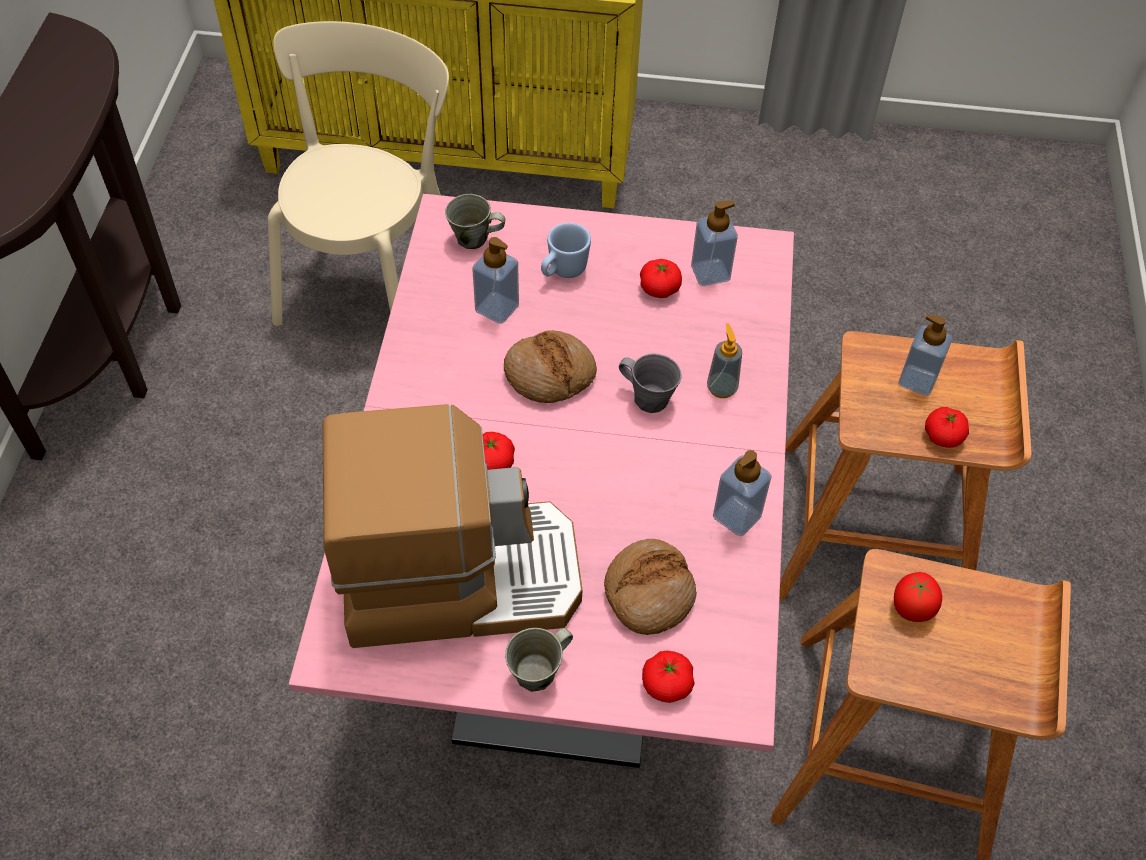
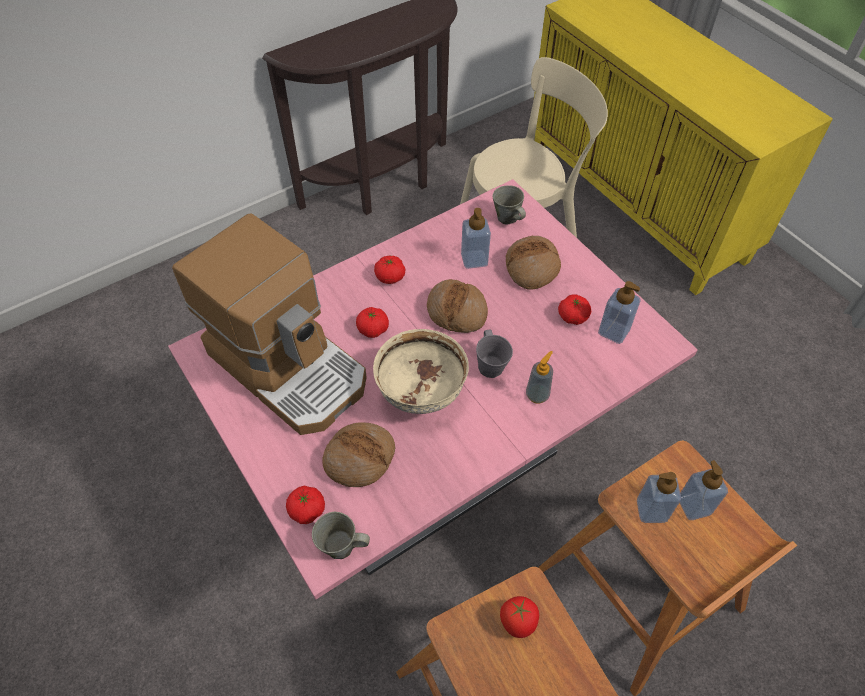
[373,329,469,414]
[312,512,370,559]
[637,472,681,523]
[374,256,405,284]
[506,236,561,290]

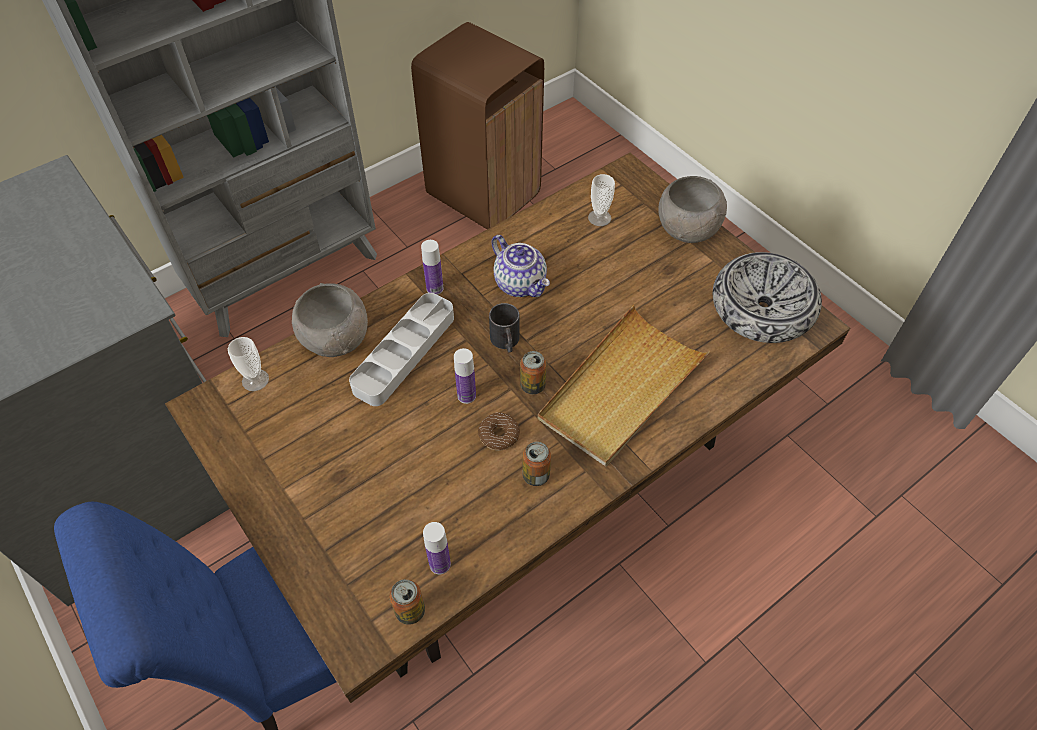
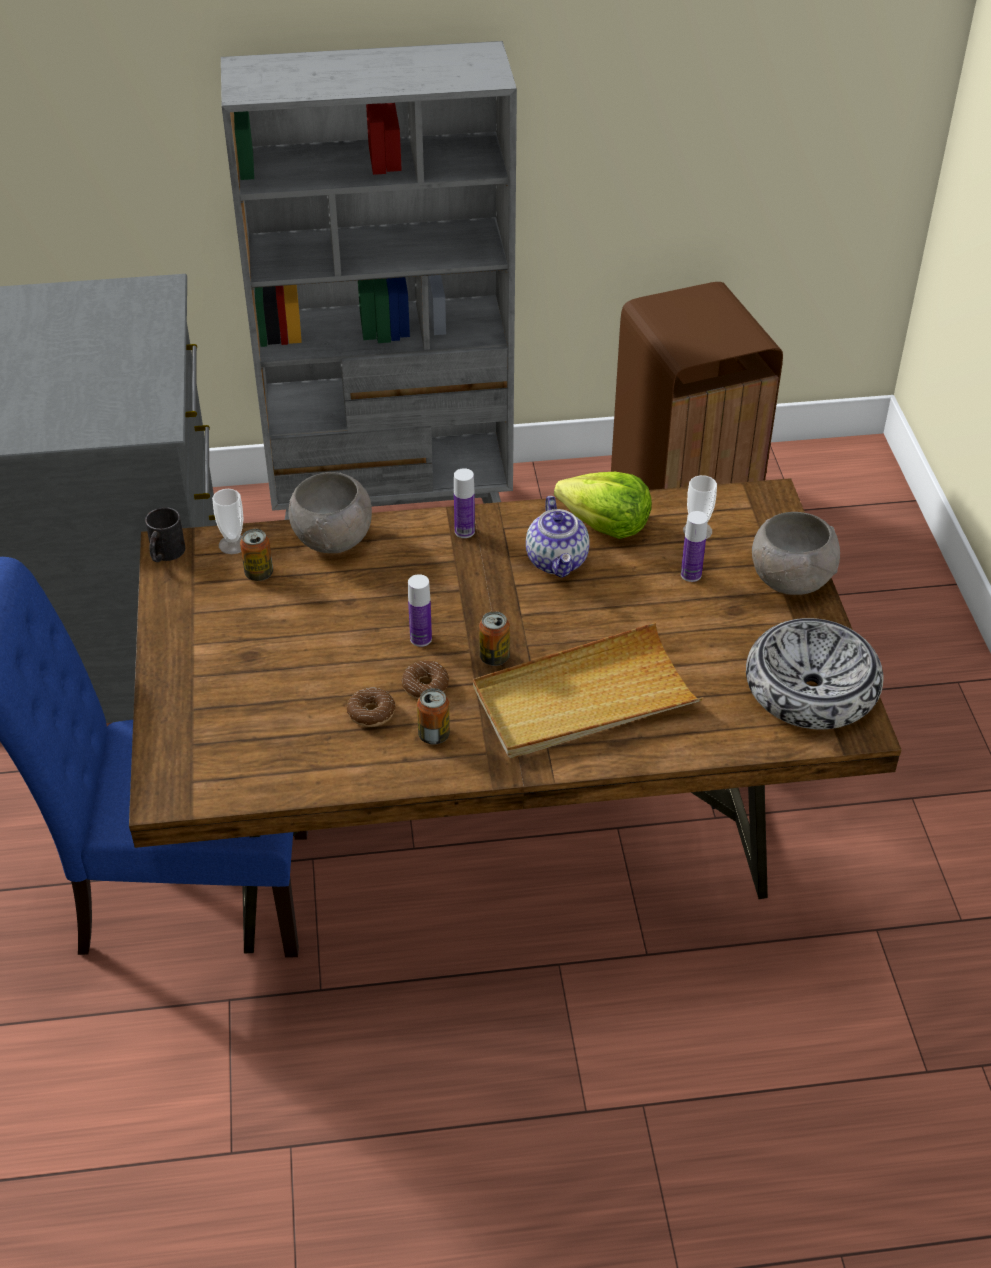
[349,293,454,406] (first image)
[347,687,396,727]
[554,472,652,539]
[240,529,273,581]
[681,511,708,582]
[145,507,185,562]

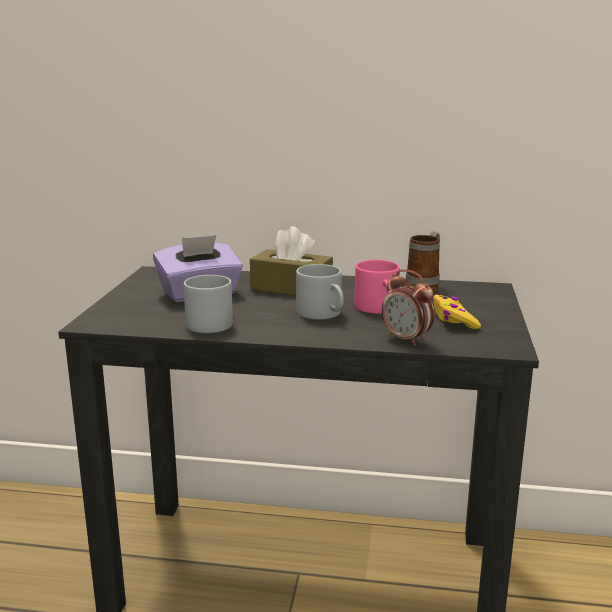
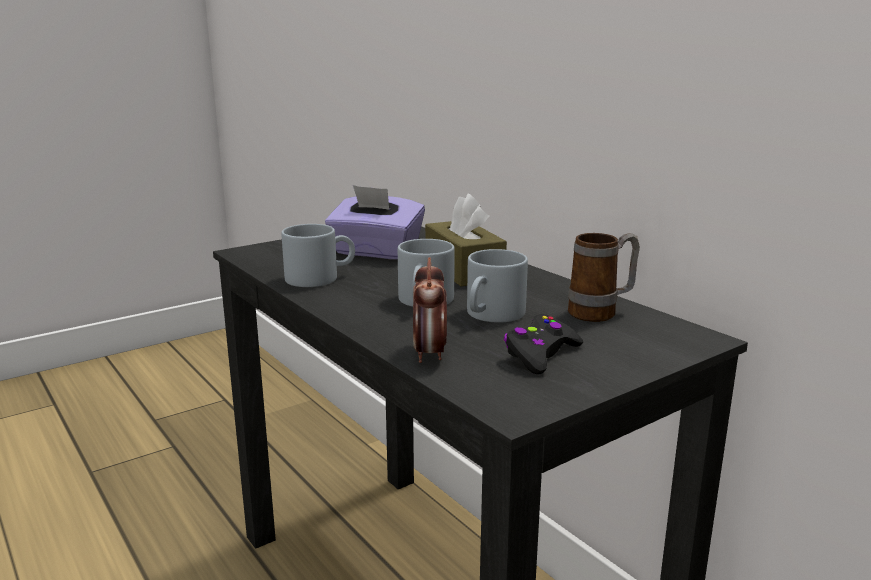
[467,249,528,322]
[504,314,583,374]

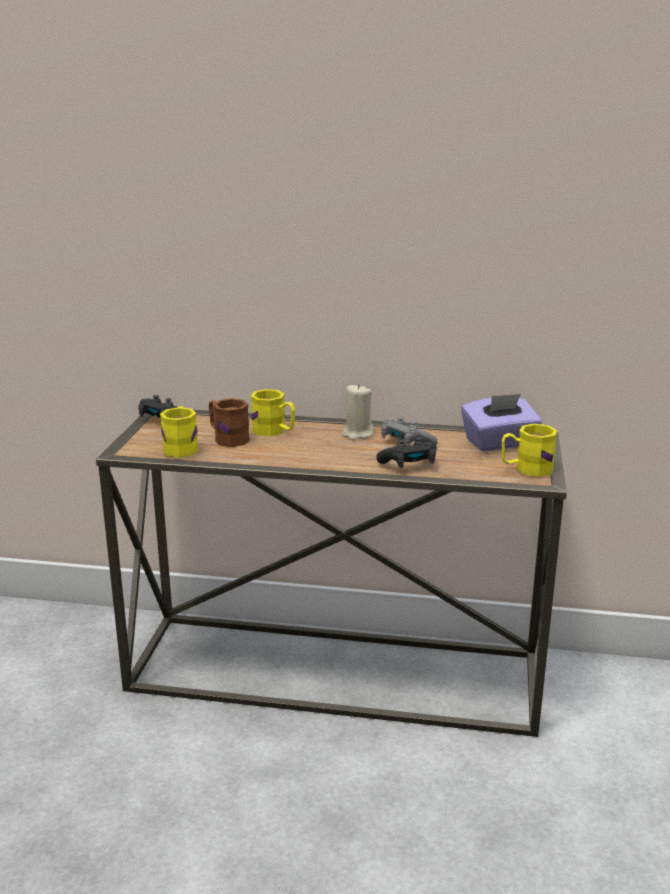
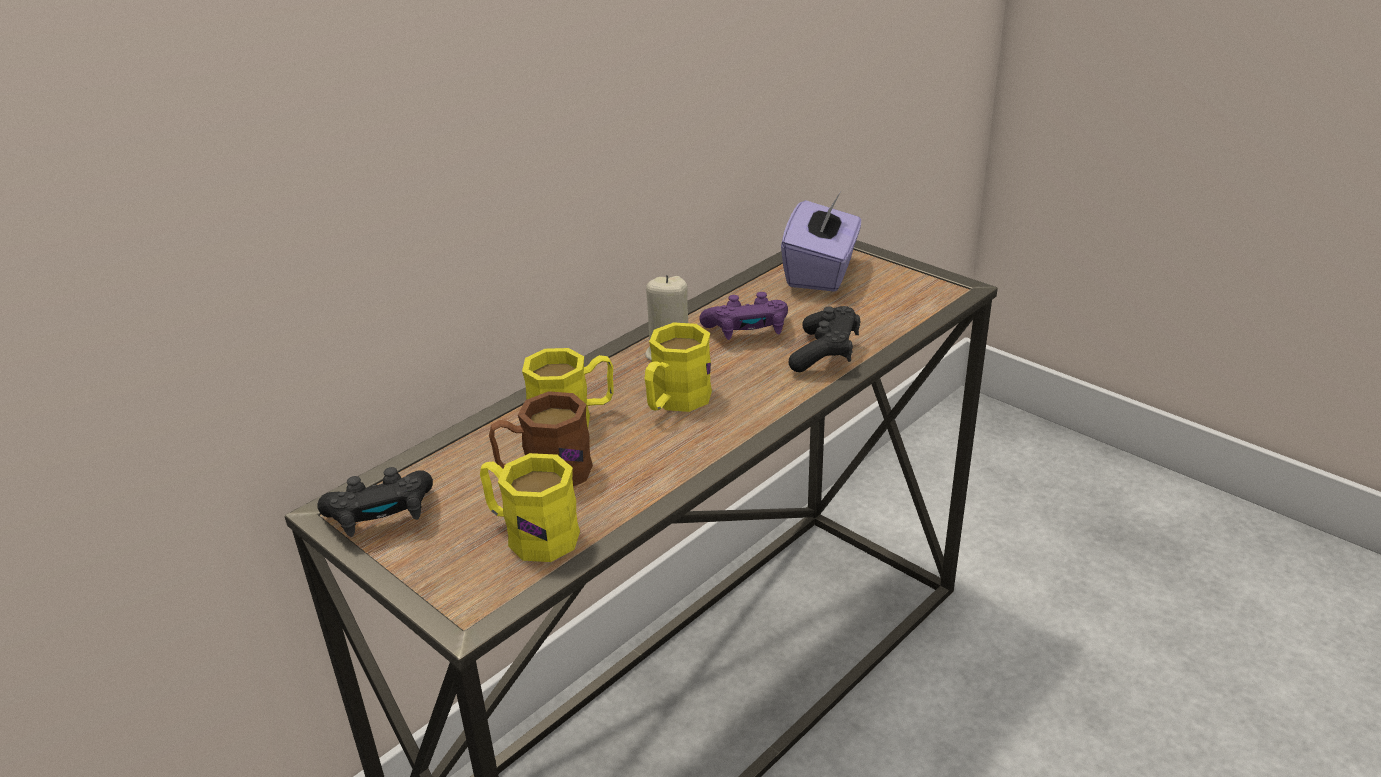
[645,322,712,412]
[699,292,788,340]

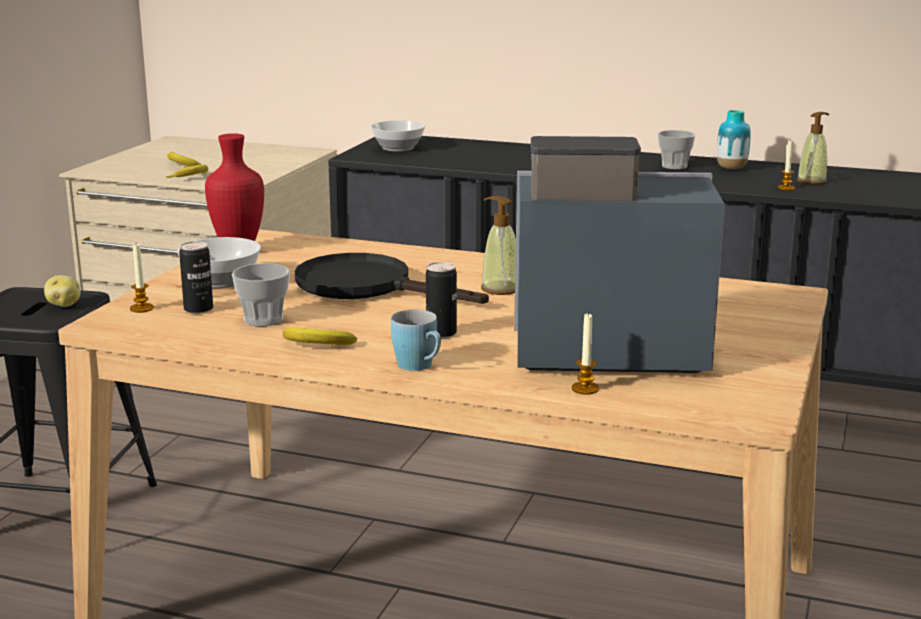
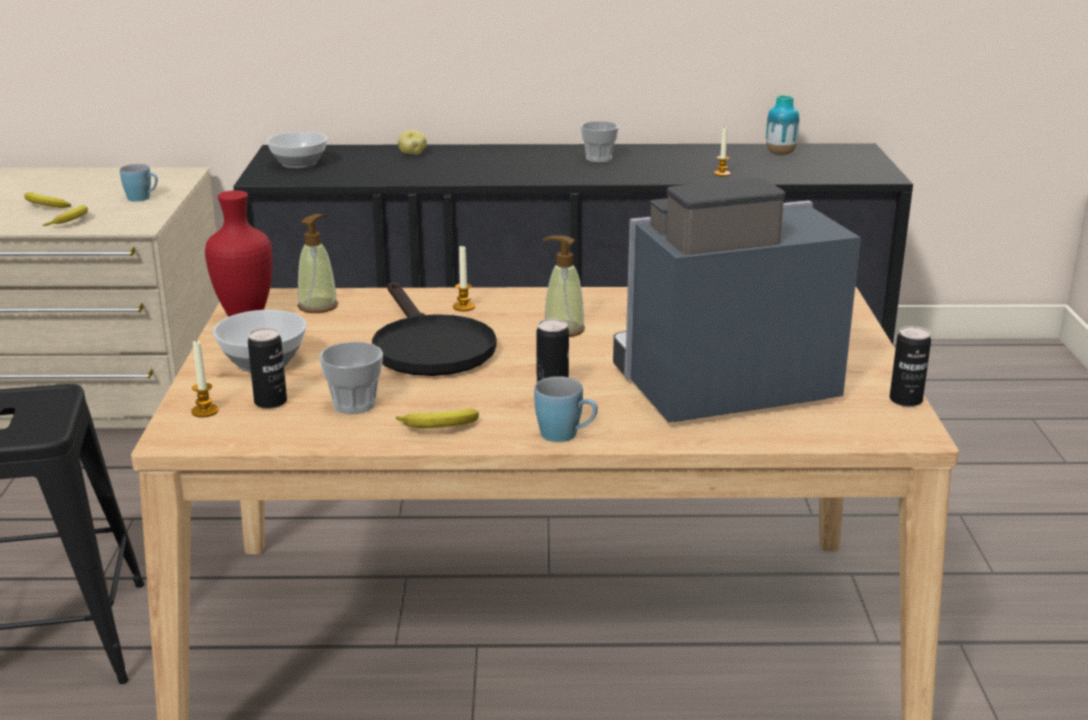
[120,164,158,202]
[889,326,931,407]
[397,130,427,155]
[453,245,475,311]
[766,95,799,155]
[298,214,338,313]
[372,281,497,376]

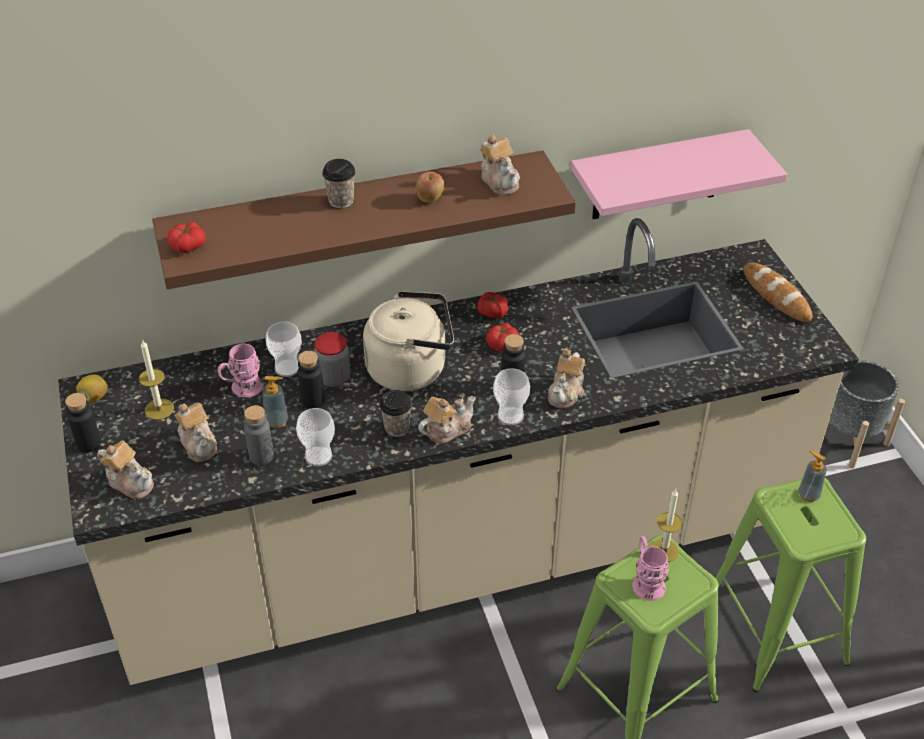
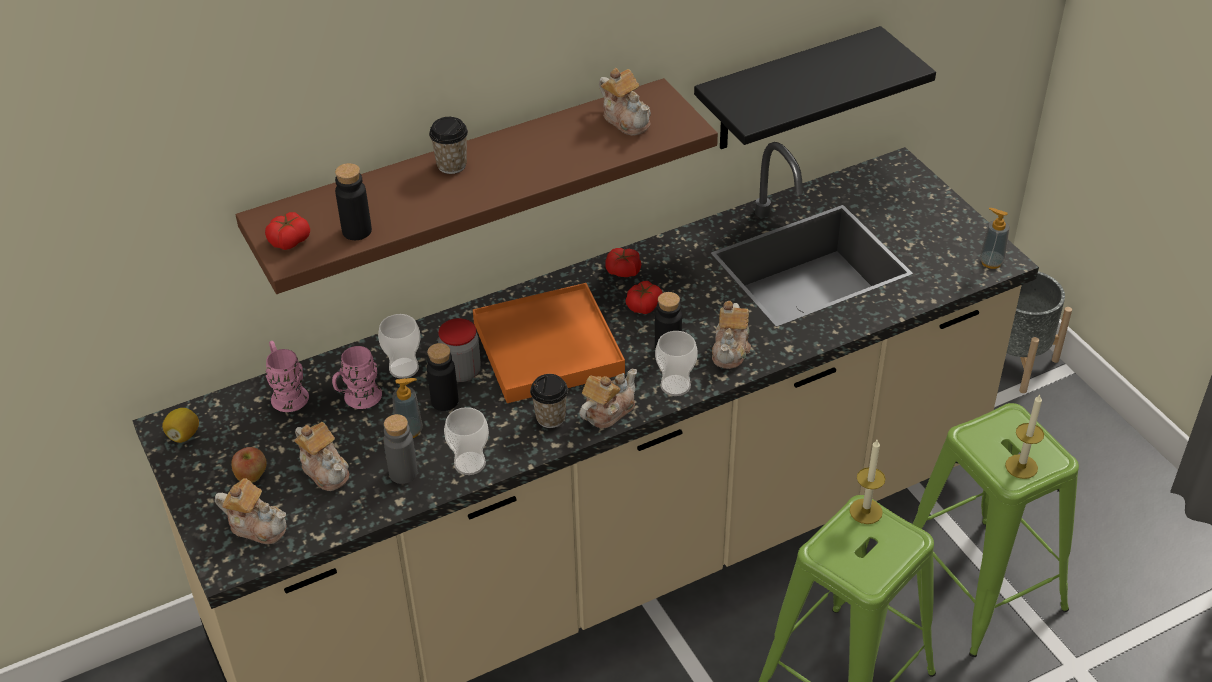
[743,262,812,322] (first image)
[335,163,372,240]
[1005,395,1044,479]
[231,447,267,483]
[266,341,309,412]
[980,208,1010,269]
[473,283,625,403]
[694,26,936,149]

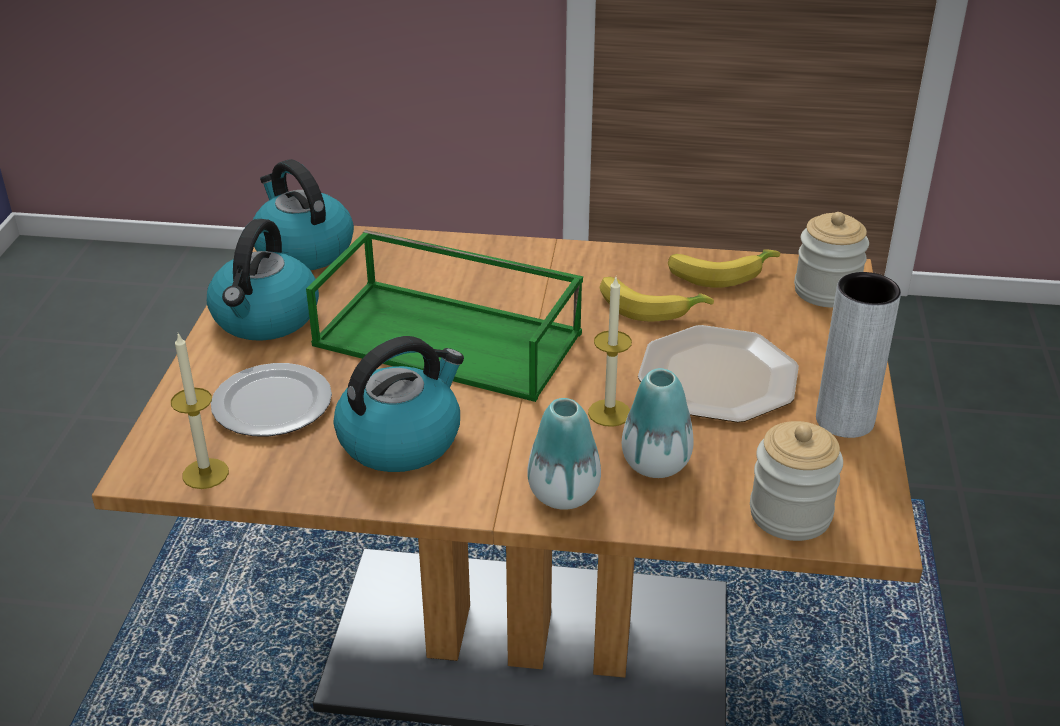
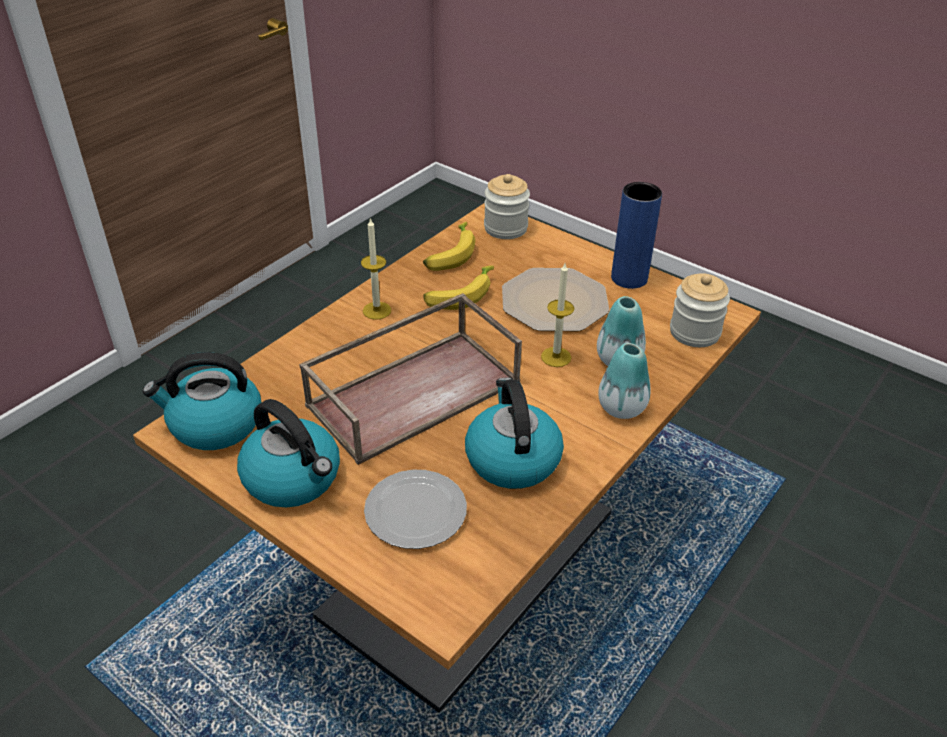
[361,217,391,320]
[299,293,522,465]
[611,182,662,289]

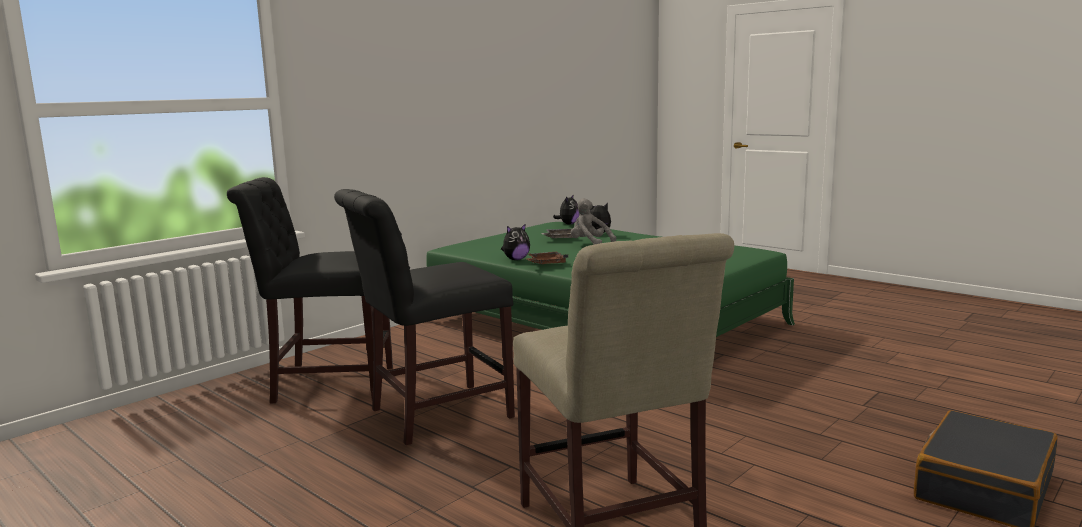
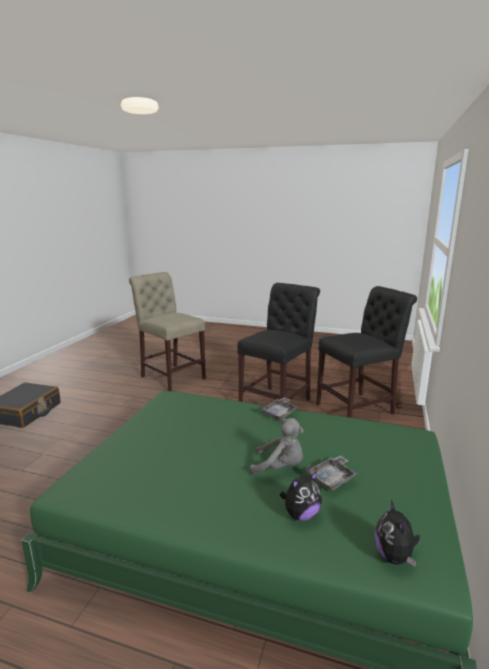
[501,223,530,260] (first image)
[260,397,298,420]

